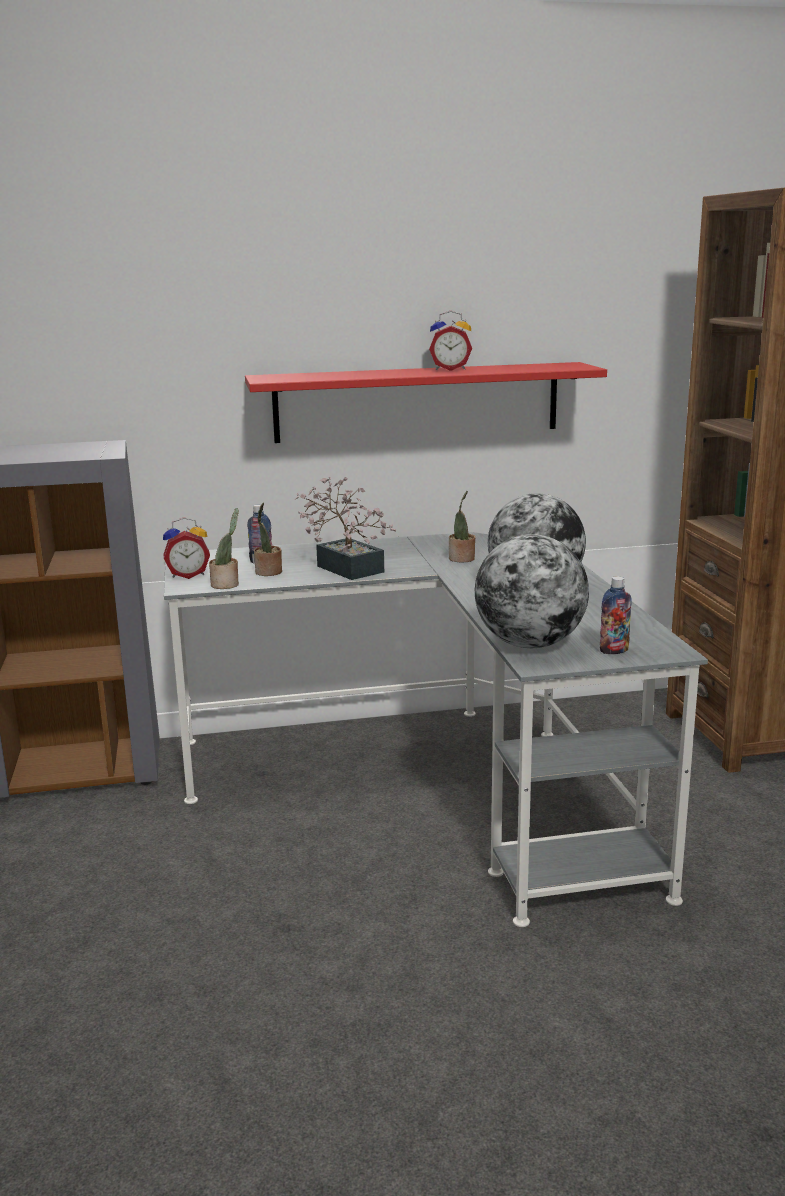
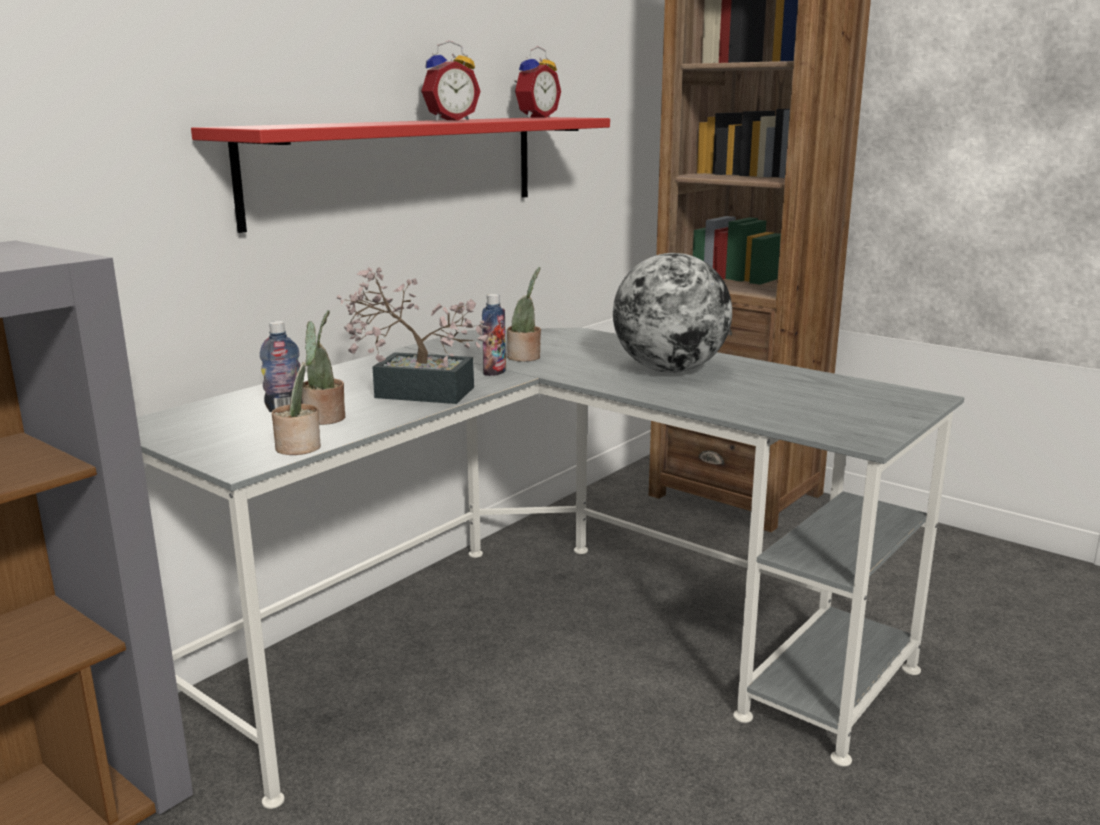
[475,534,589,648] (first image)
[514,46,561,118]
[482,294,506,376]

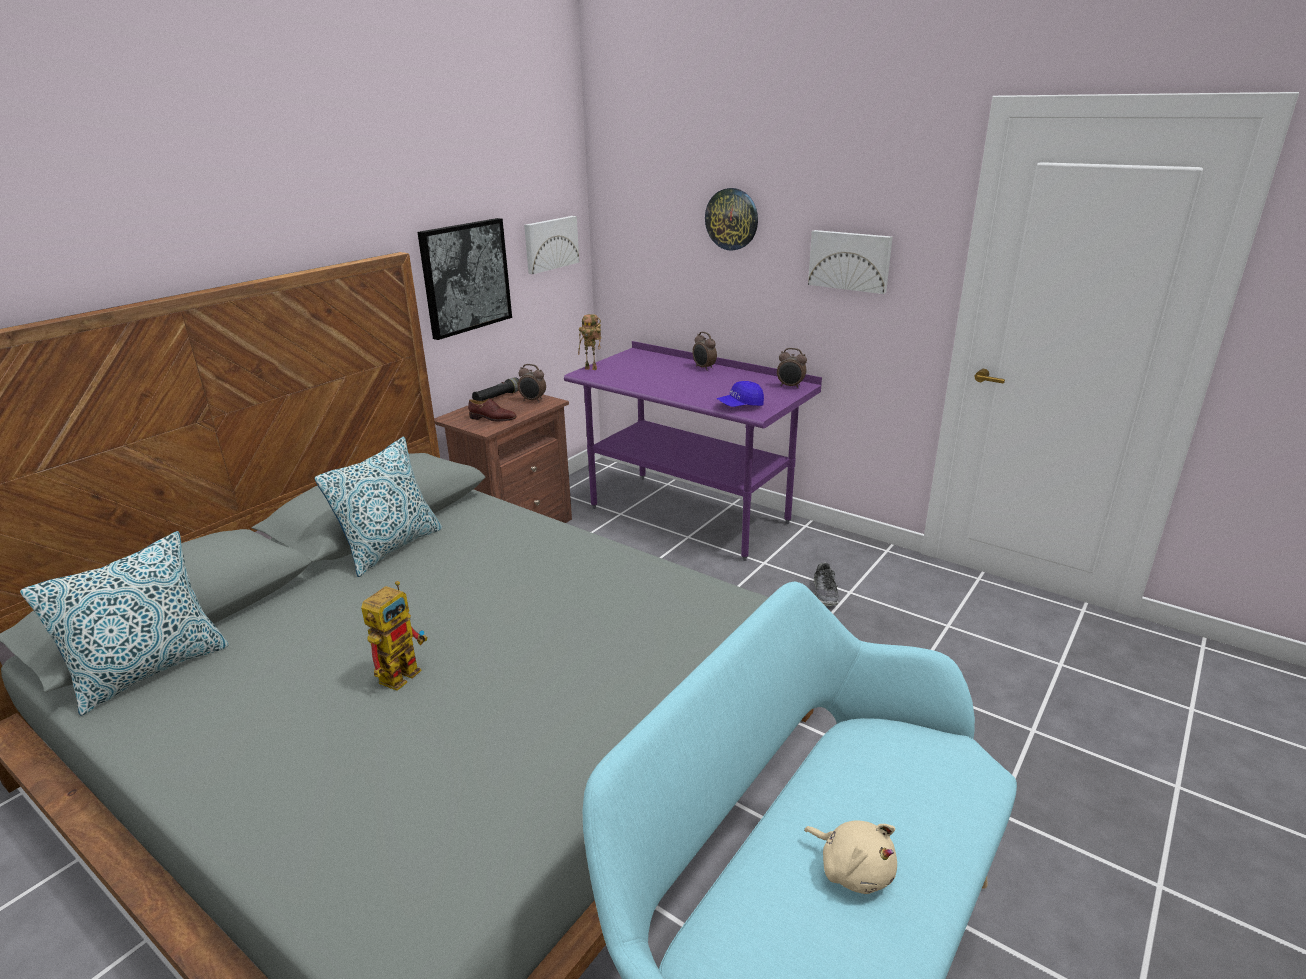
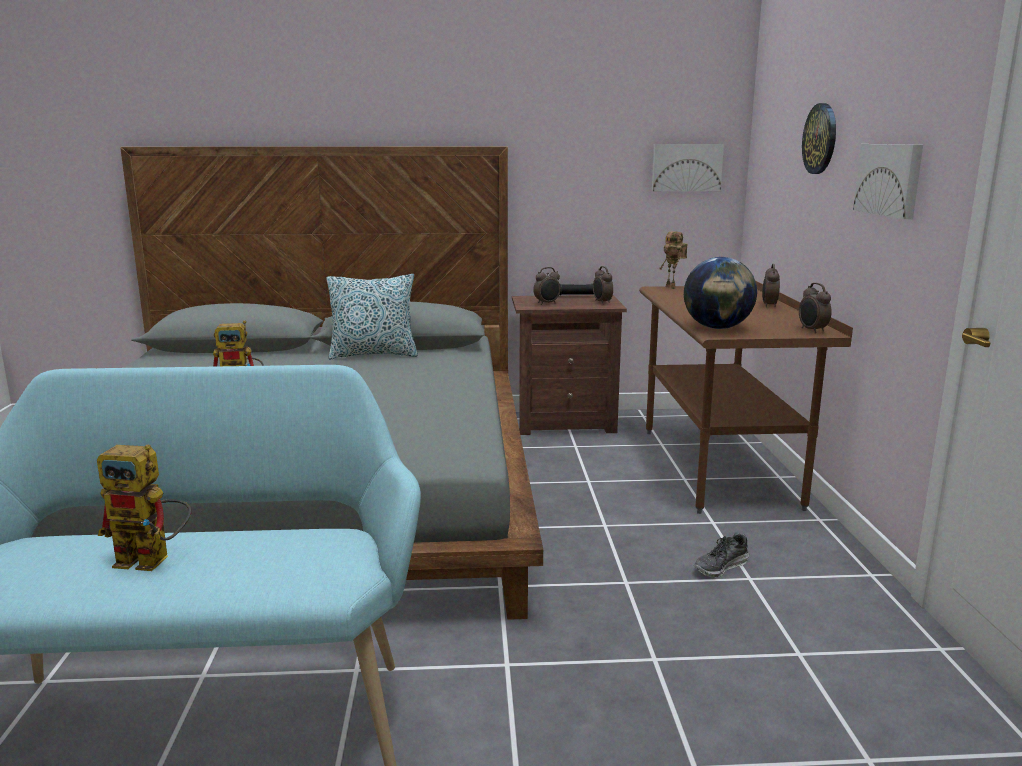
[20,531,229,716] (first image)
[417,218,512,340] (first image)
[533,267,561,305]
[684,257,757,329]
[97,445,192,571]
[639,281,853,514]

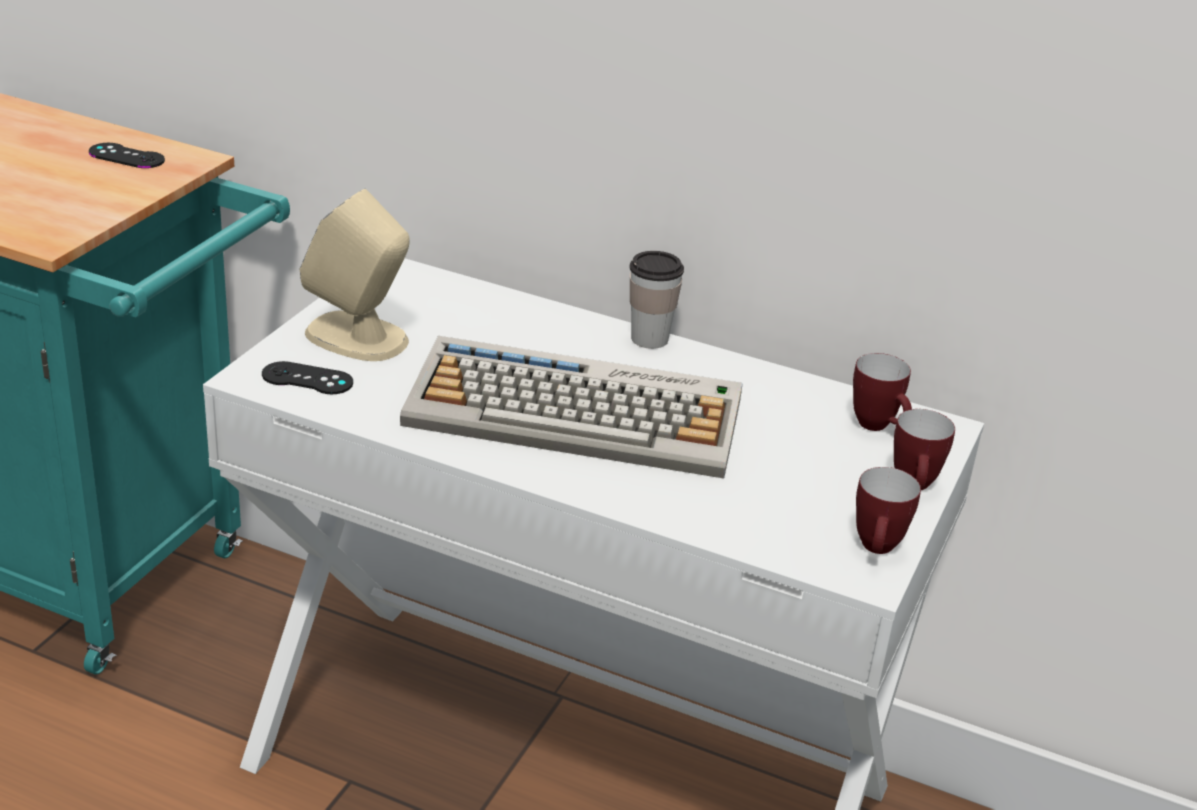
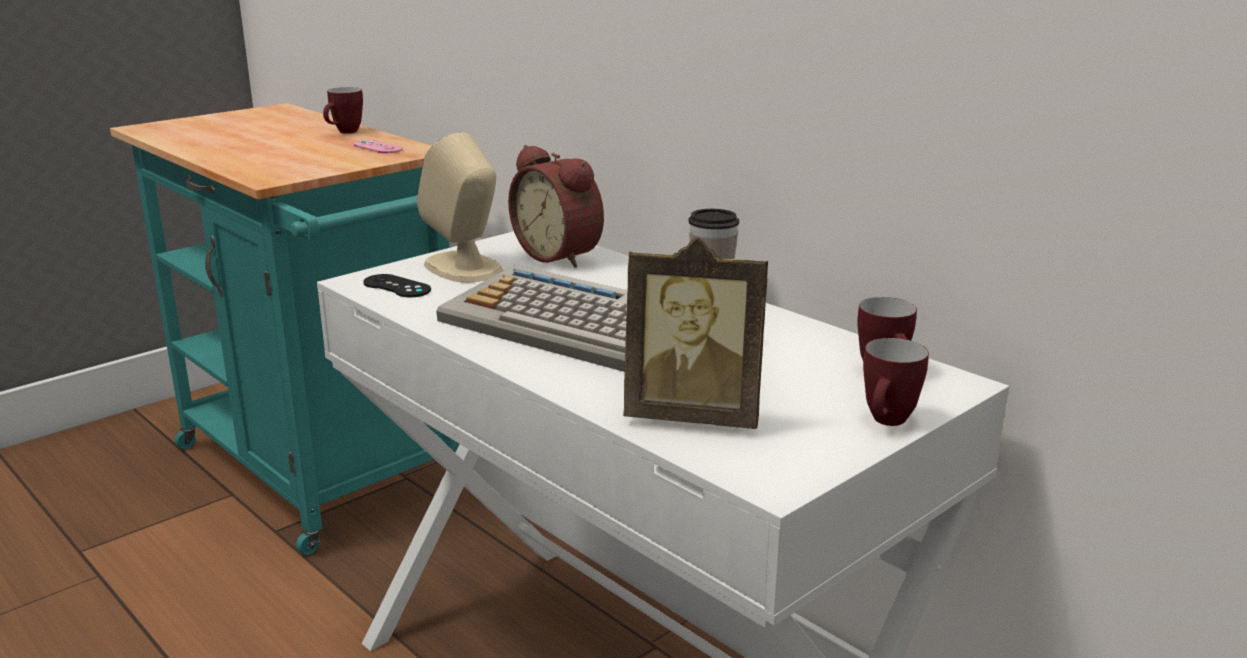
[508,145,604,268]
[623,237,768,429]
[323,87,363,134]
[354,140,403,153]

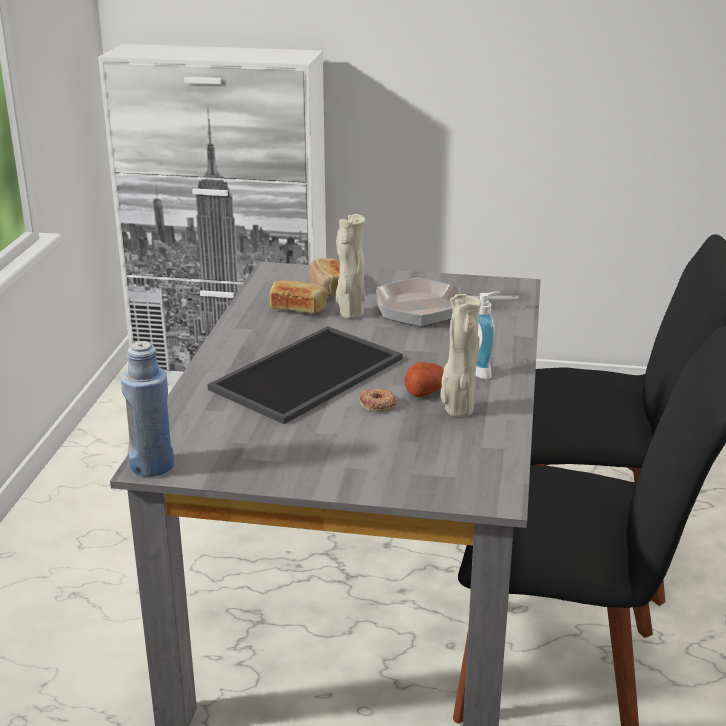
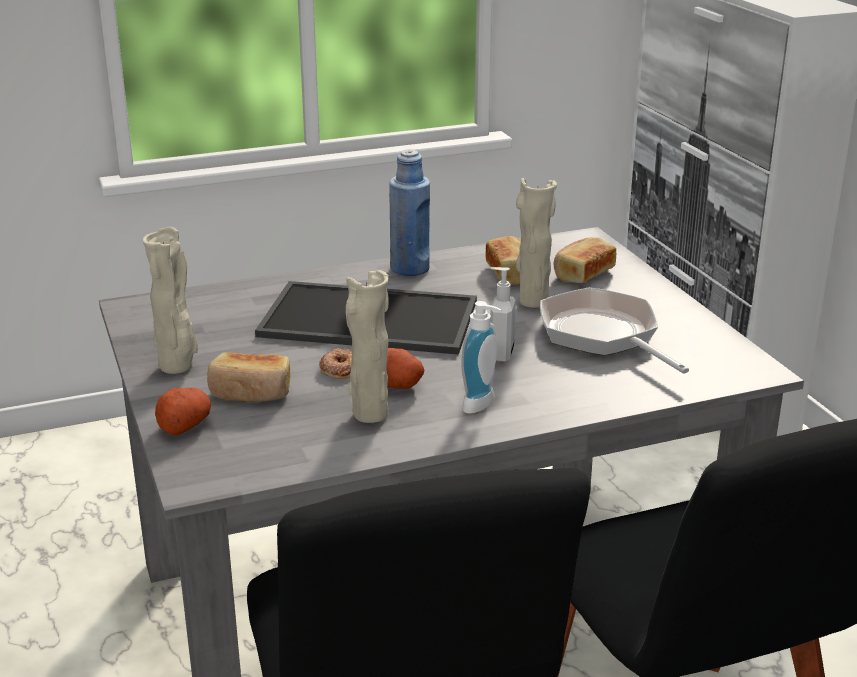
[142,226,198,374]
[155,388,211,436]
[207,352,291,402]
[490,267,516,362]
[389,149,430,276]

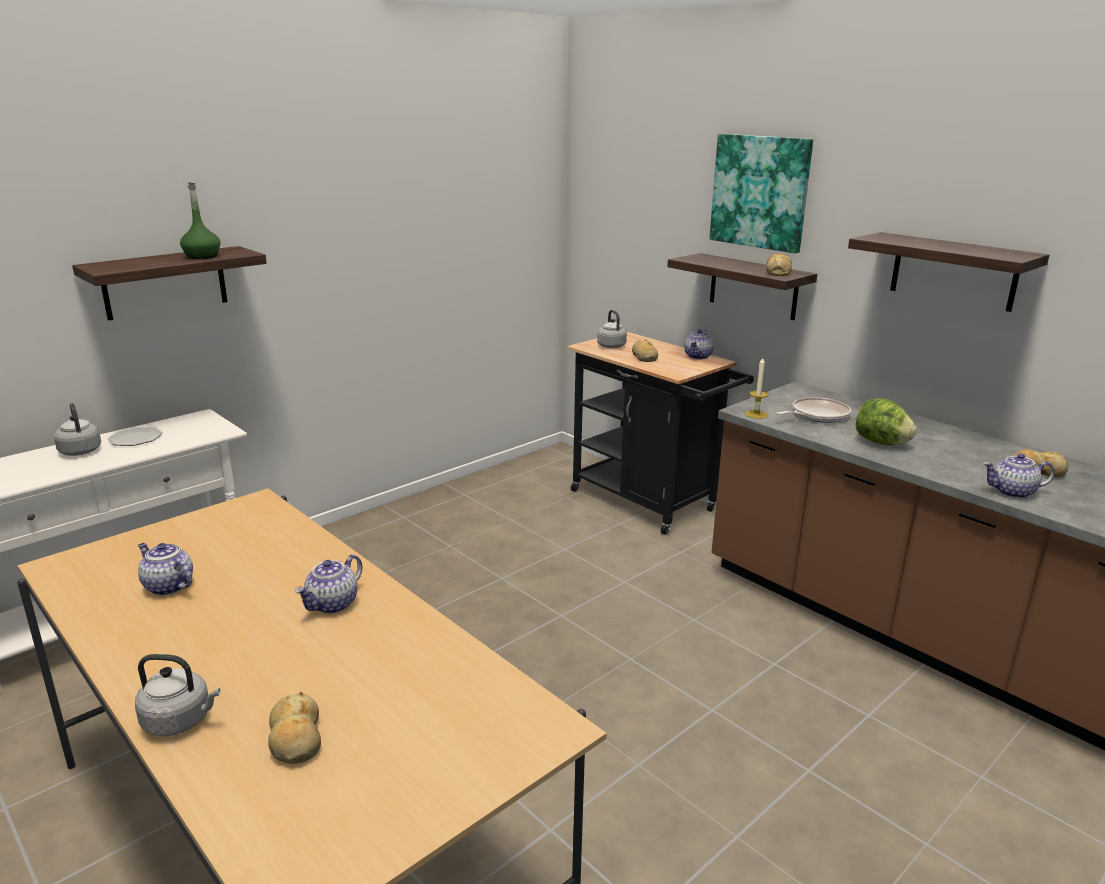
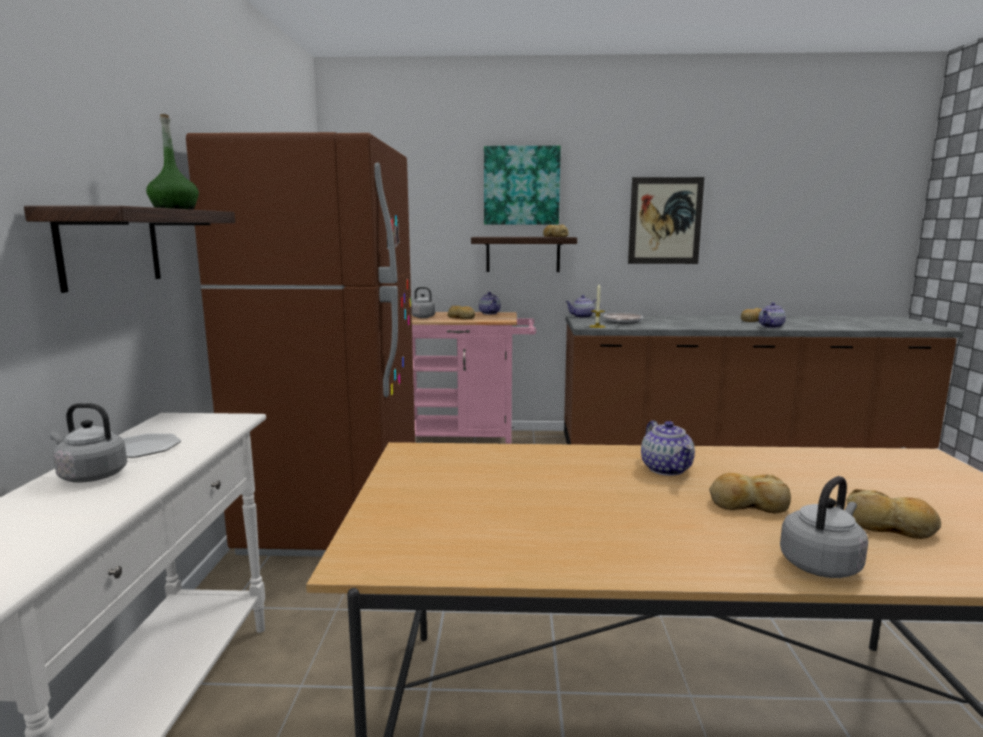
[856,398,917,445] (first image)
[186,132,415,557]
[709,473,791,513]
[565,295,601,318]
[628,177,704,264]
[412,312,536,444]

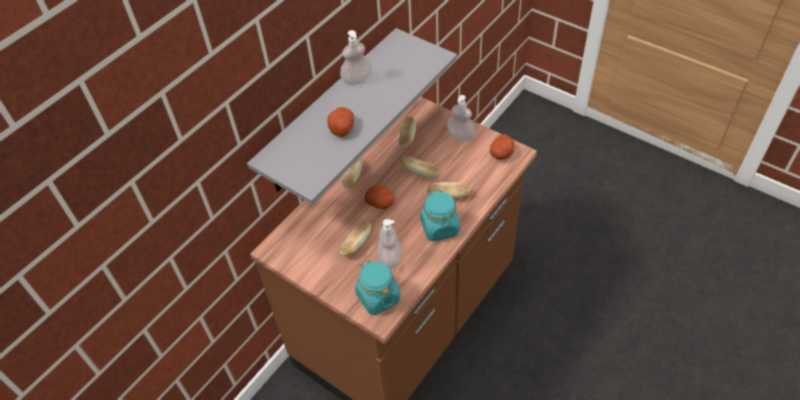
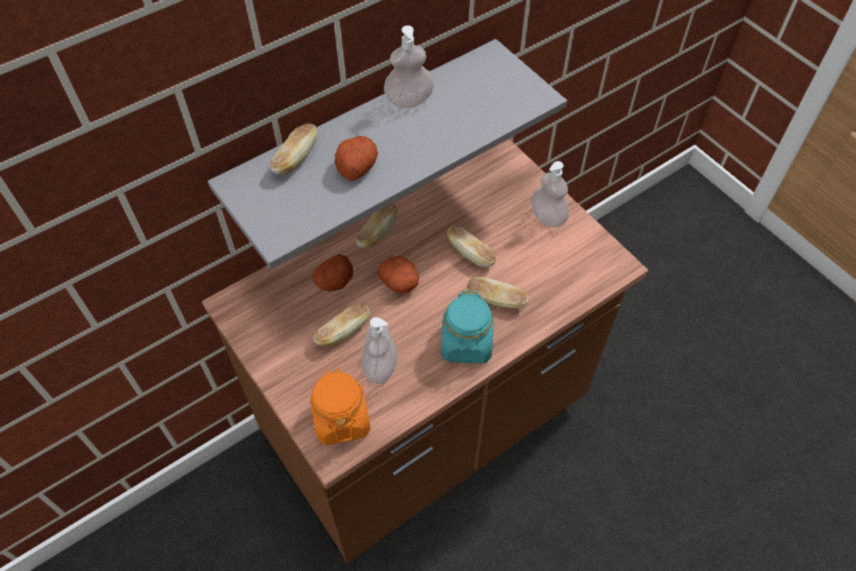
[269,124,317,174]
[313,254,353,291]
[310,367,370,445]

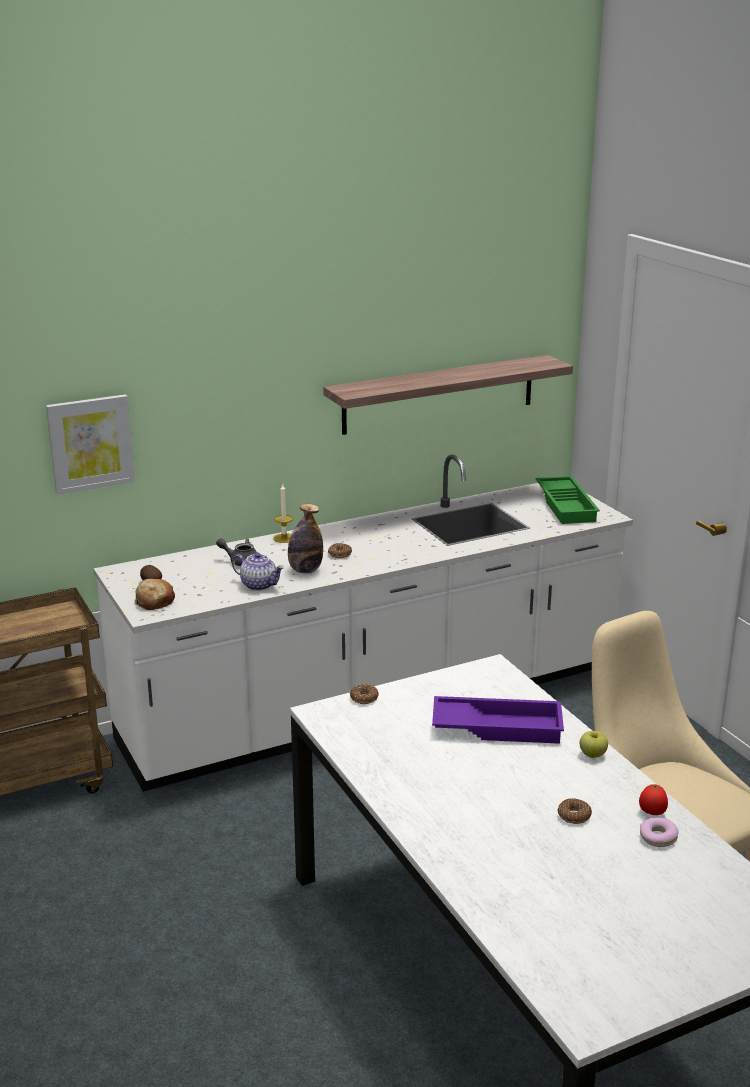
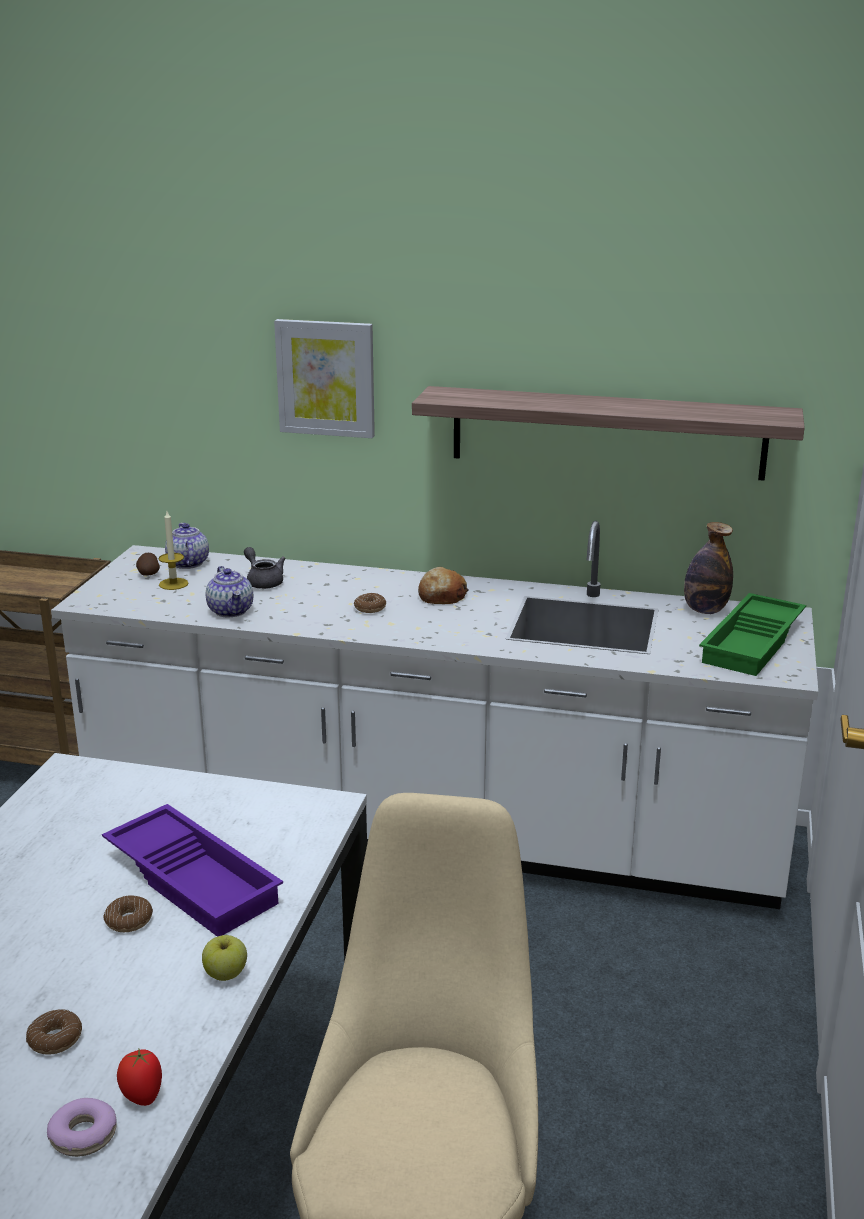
[165,523,209,569]
[274,319,375,438]
[418,567,469,604]
[159,511,188,590]
[684,522,733,614]
[103,896,153,932]

